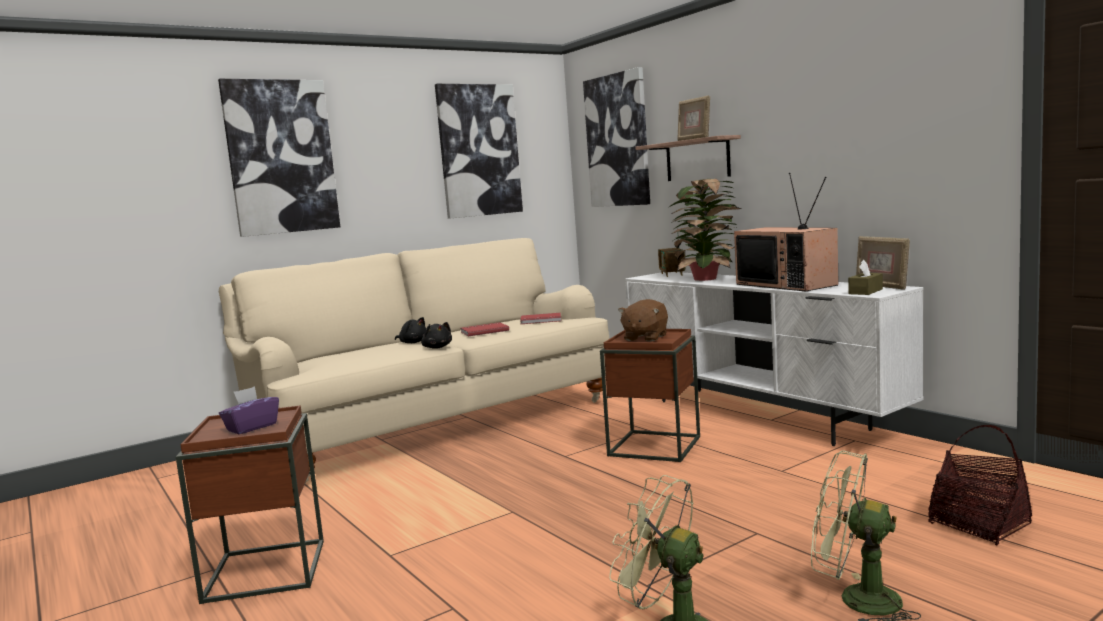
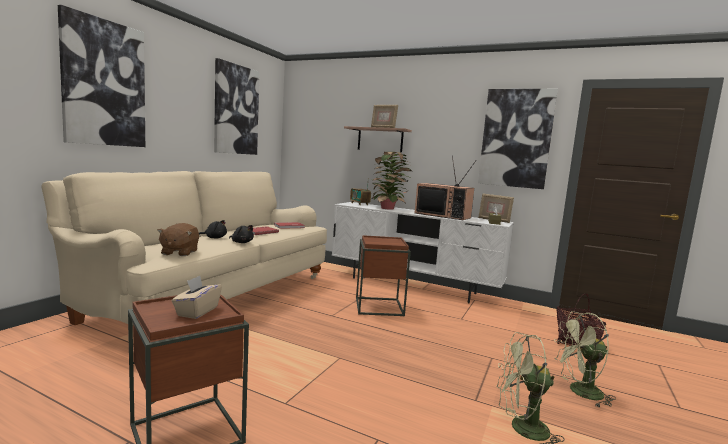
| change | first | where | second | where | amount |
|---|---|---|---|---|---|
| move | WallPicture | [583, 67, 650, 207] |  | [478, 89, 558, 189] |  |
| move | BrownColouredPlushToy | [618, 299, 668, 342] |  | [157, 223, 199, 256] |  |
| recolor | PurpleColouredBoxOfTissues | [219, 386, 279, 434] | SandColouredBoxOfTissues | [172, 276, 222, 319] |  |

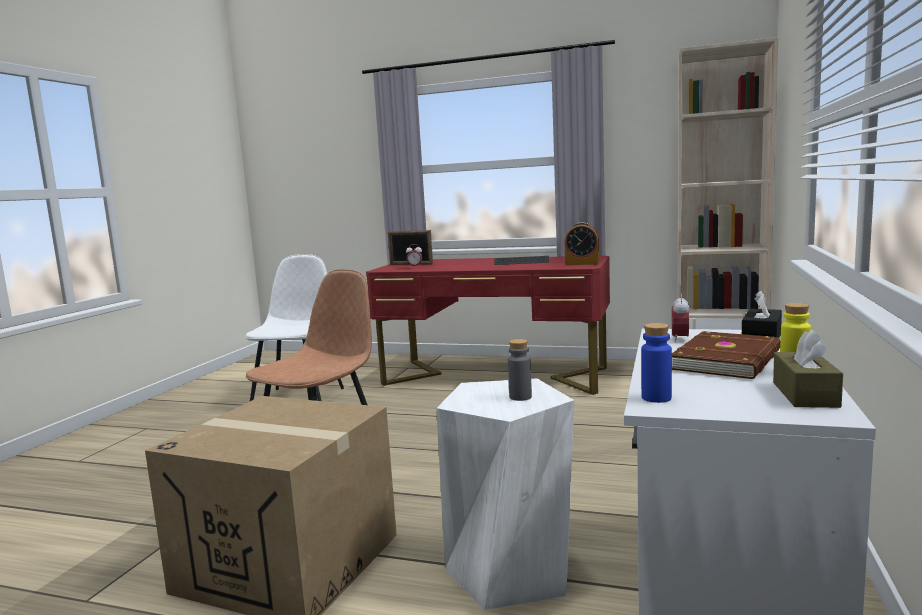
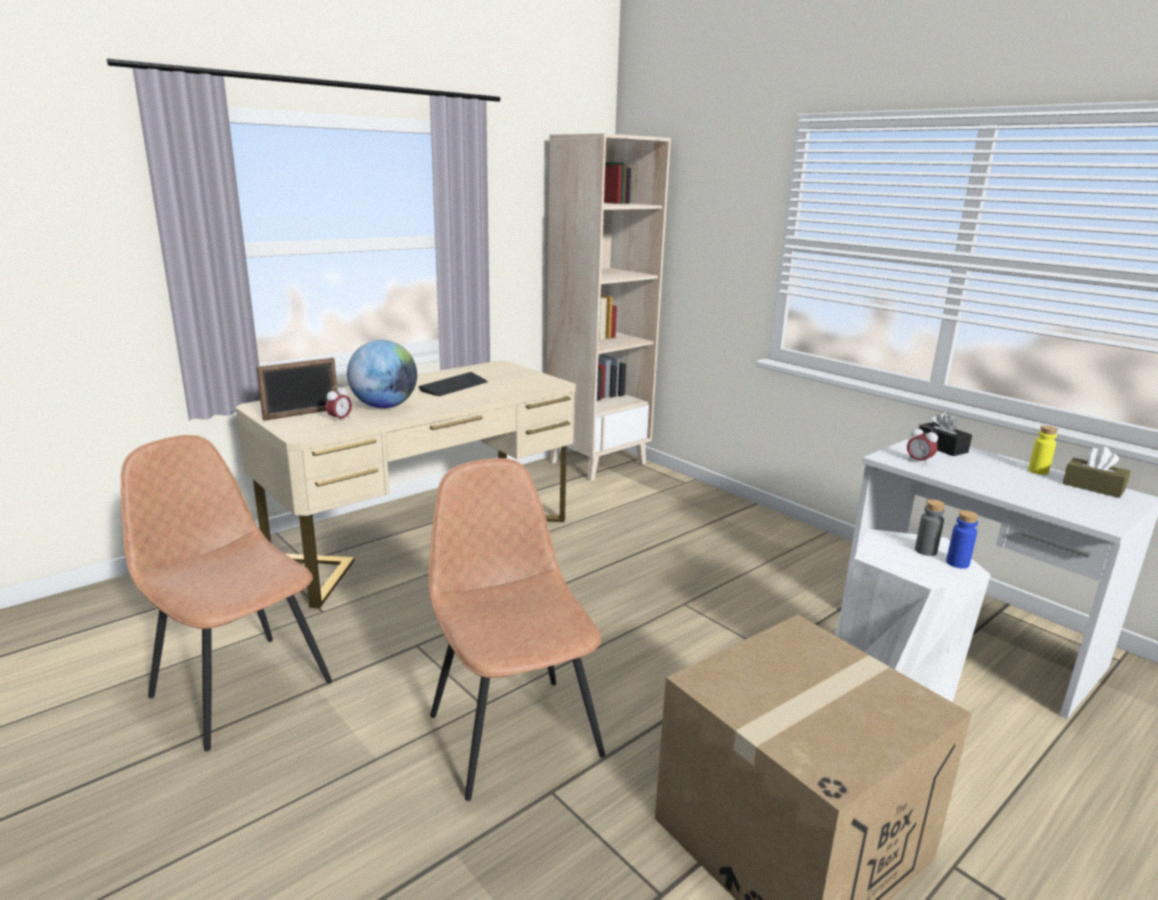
| change | first | where | second | where | amount |
|---|---|---|---|---|---|
| delete | TableClock | [565, 222, 599, 265] |  |  |  |
| delete | BrownColouredBook | [672, 331, 780, 379] |  |  |  |
| insert |  |  | DeskGlobe | [347, 340, 417, 408] |  |
| move | BlueColouredBottle | [641, 323, 672, 403] |  | [946, 510, 979, 569] |  |
| recolor | WhitishChair | [245, 254, 344, 401] | BrownColouredChair | [121, 435, 332, 751] |  |
| recolor | ReddishDeskUnit | [366, 256, 610, 395] | SandColouredDeskUnit | [235, 361, 576, 608] |  |

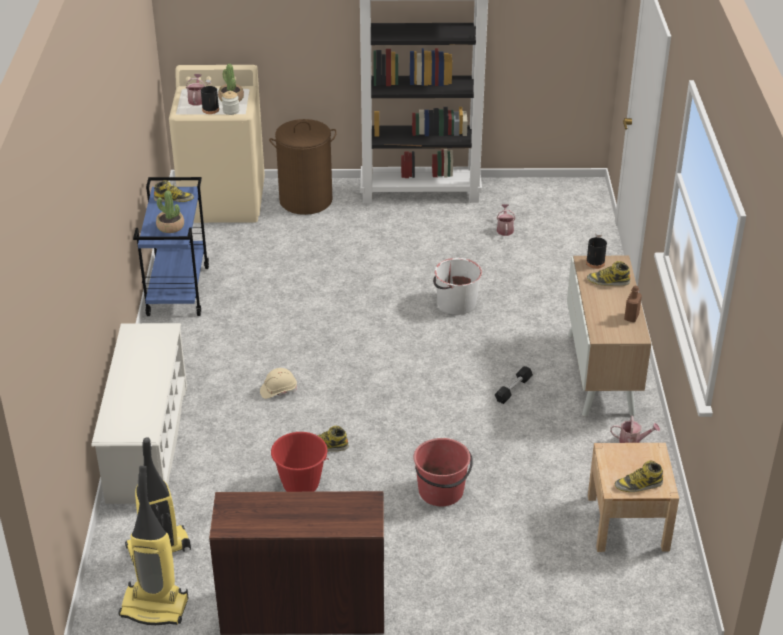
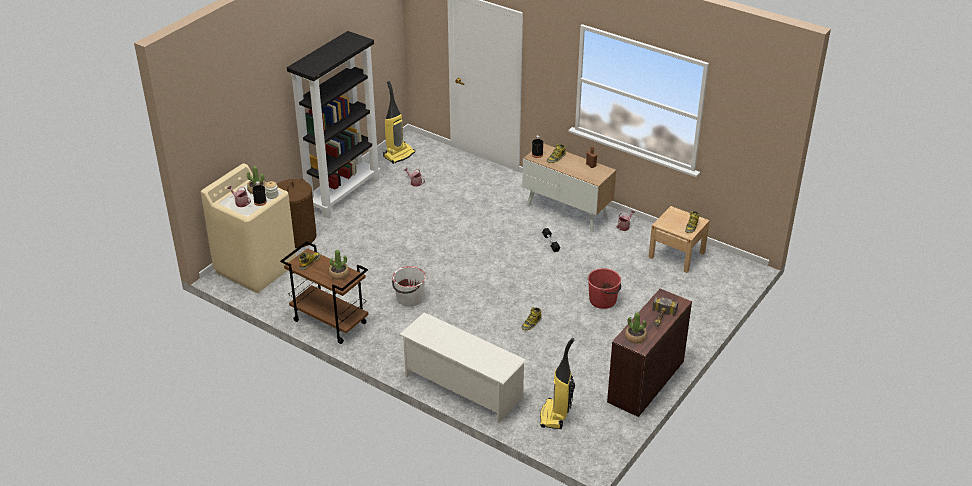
| change | first | where | second | where | amount |
|---|---|---|---|---|---|
| delete | SandColouredSafetyHelmet | [260, 368, 297, 399] |  |  |  |
| delete | ReddishWaterBucket | [271, 432, 329, 492] |  |  |  |
| insert |  |  | Houseplant | [625, 312, 647, 344] |  |
| insert |  |  | ToolHammer | [652, 296, 679, 327] |  |
| move | Hoover | [119, 466, 188, 625] |  | [383, 81, 415, 164] |  |
| move | WhitishWaterBucket | [433, 258, 482, 315] |  | [392, 266, 426, 307] |  |
| recolor | BlueColouredTrolley | [133, 177, 209, 316] | BrownColouredTrolley | [280, 241, 368, 344] |  |

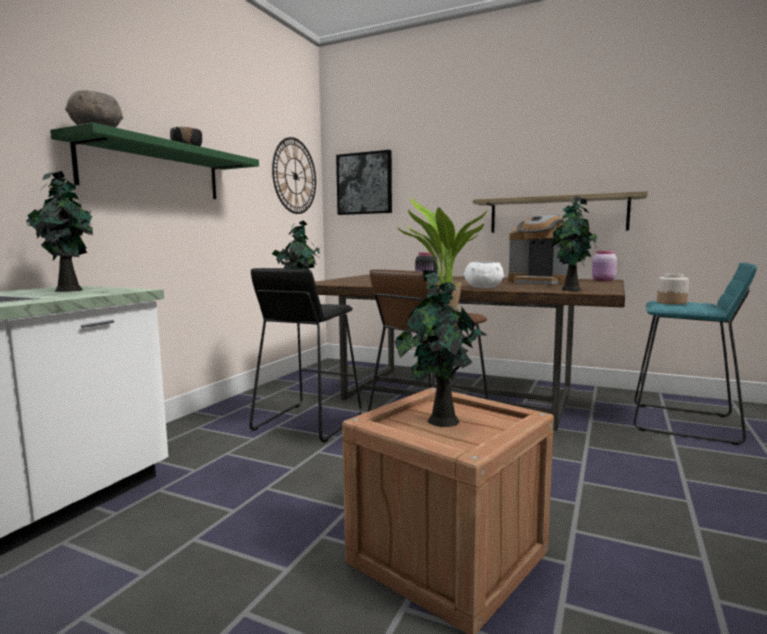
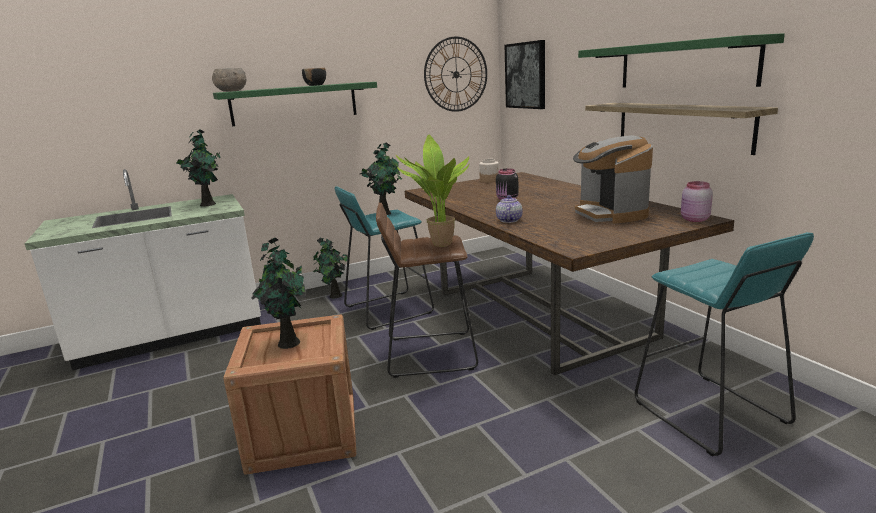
| change | first | where | second | where | amount |
|---|---|---|---|---|---|
| insert |  |  | GreenishBracketShelf | [578, 33, 785, 87] |  |
| move | Houseplant | [551, 196, 597, 291] |  | [313, 237, 348, 298] |  |
| move | StorageJar | [657, 274, 689, 304] |  | [479, 159, 499, 183] |  |
| replace | WhitishServingBowl | [464, 262, 504, 288] | Teapot | [496, 195, 523, 223] |  |
| recolor | BlackColouredStoolSeat | [249, 268, 362, 443] | TurquoiseColouredStoolSeat | [335, 186, 434, 330] |  |

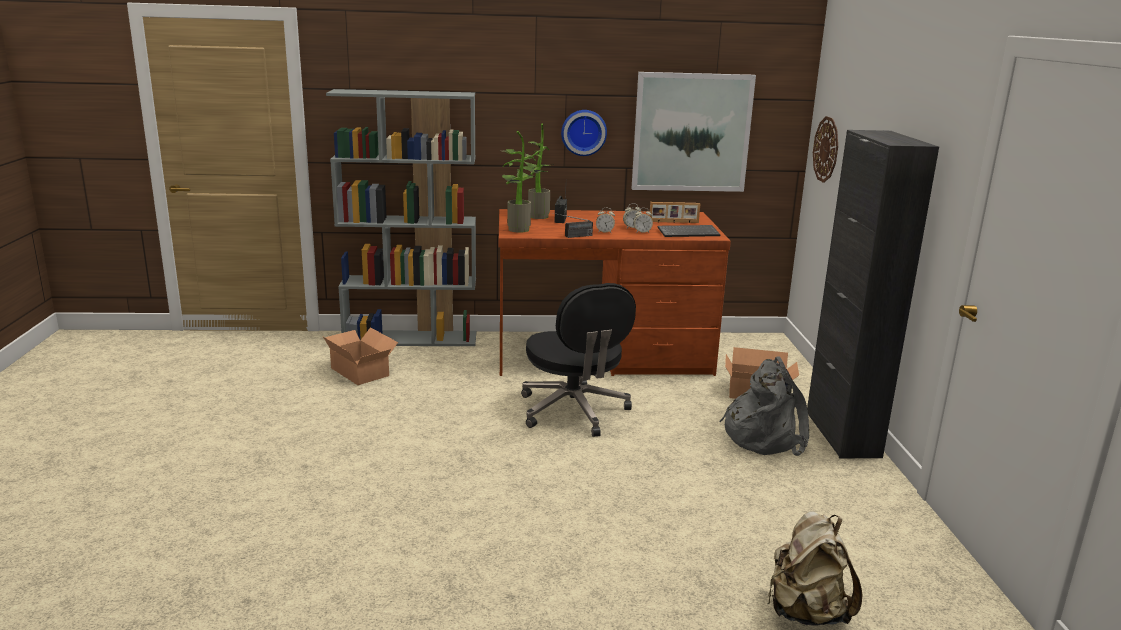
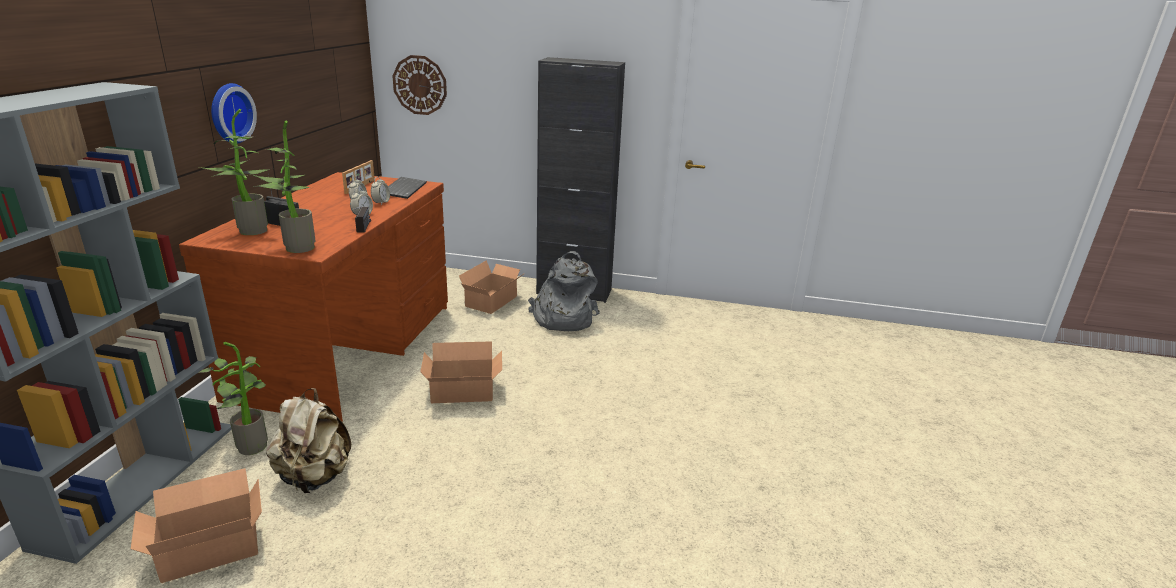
| change | first | where | second | where | amount |
|---|---|---|---|---|---|
| delete | WallPicture | [632, 72, 756, 192] |  |  |  |
| insert |  |  | Houseplant | [198, 342, 268, 455] |  |
| move | SandColouredRucksack | [768, 511, 863, 626] |  | [266, 388, 351, 493] |  |
| replace | BlackColouredDeskChair | [521, 283, 636, 437] | PackingBox | [420, 341, 502, 403] |  |

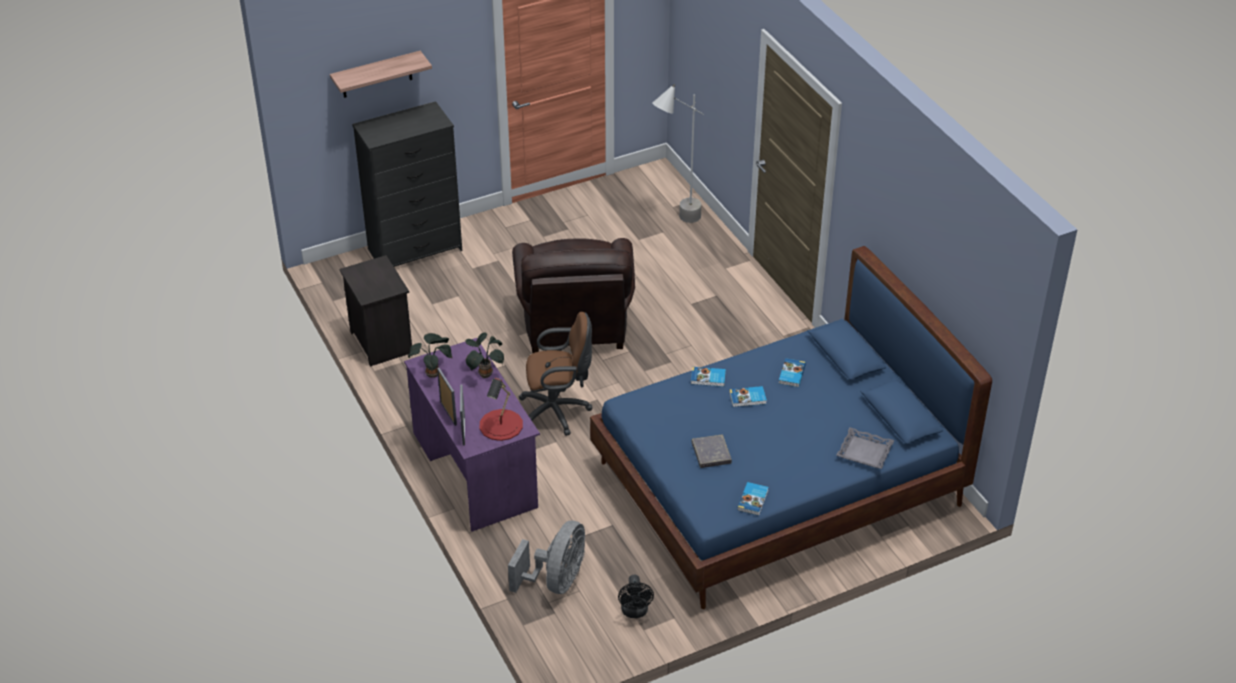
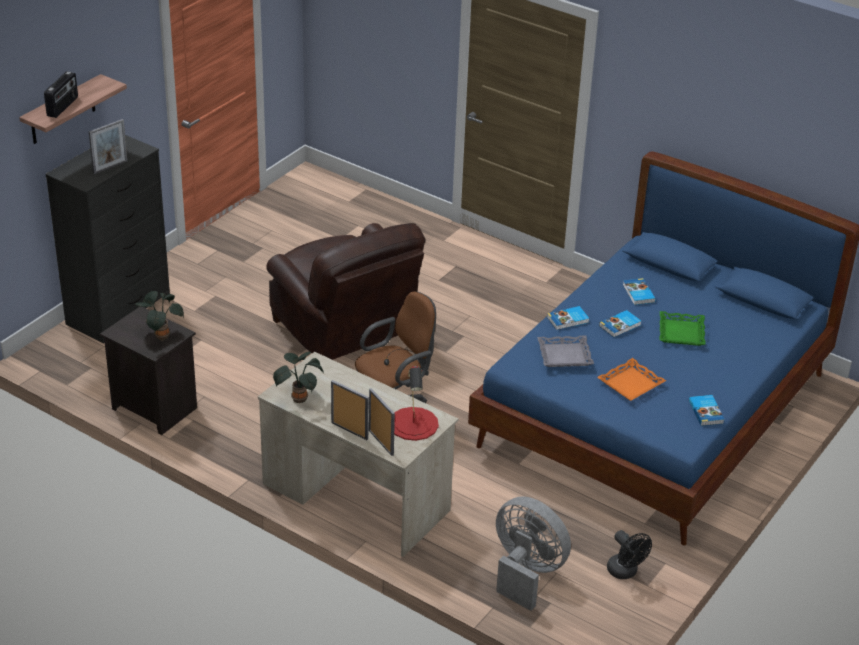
| change | first | where | second | where | amount |
|---|---|---|---|---|---|
| delete | GrayFloorLamp | [652, 84, 704, 223] |  |  |  |
| insert |  |  | RadioSet | [44, 71, 78, 118] |  |
| insert |  |  | PhotoFrame | [89, 119, 127, 174] |  |
| insert |  |  | GreenishServingTray | [660, 311, 706, 346] |  |
| move | Houseplant | [465, 333, 504, 378] |  | [135, 291, 184, 341] |  |
| move | GrayServingTray | [837, 427, 895, 469] |  | [537, 336, 594, 367] |  |
| replace | GrayBook | [692, 434, 732, 468] | OrangeServingTray | [597, 358, 666, 401] |  |
| recolor | PurpleColouredDeskUnit | [404, 338, 540, 532] | SandColouredDeskUnit | [258, 352, 458, 557] |  |
| rotate | GrayElectricFan | [508, 520, 585, 594] |  | [496, 496, 571, 611] | 45 degrees counterclockwise |

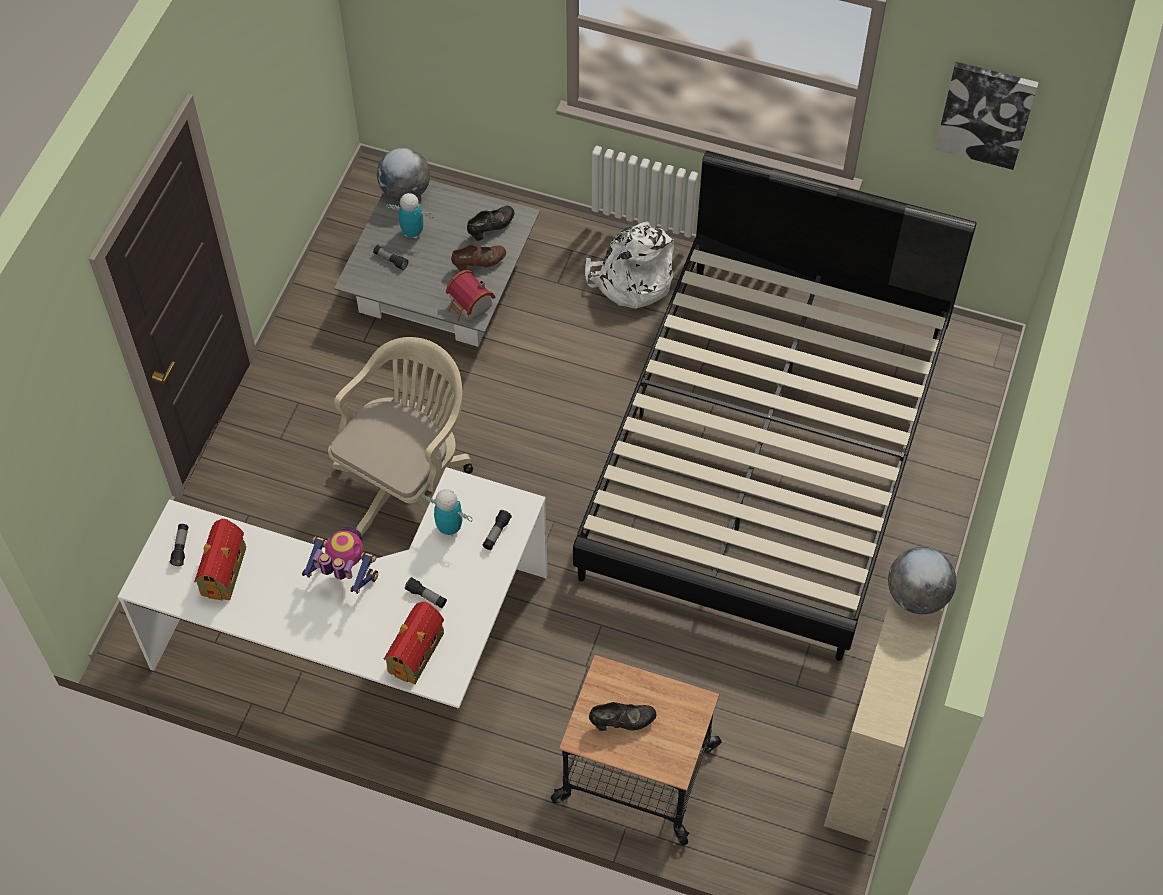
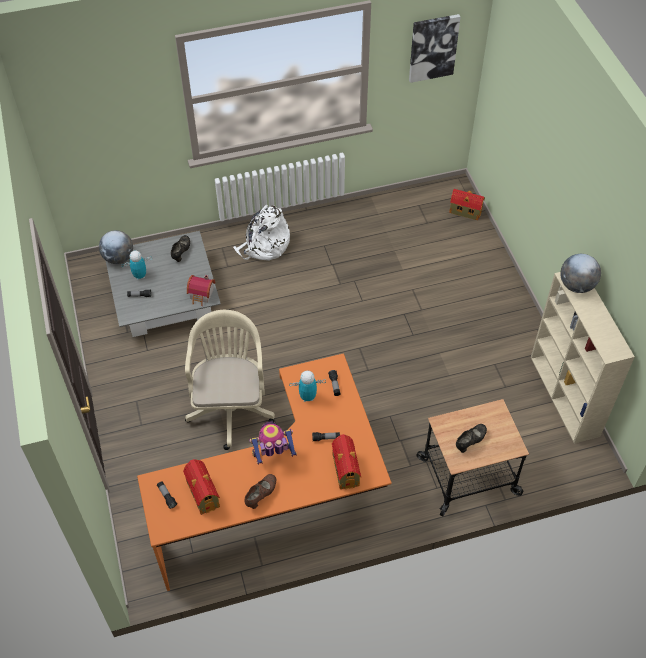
| change | first | where | second | where | amount |
|---|---|---|---|---|---|
| delete | BlackColouredBed | [573, 151, 977, 661] |  |  |  |
| insert |  |  | ModelHouse | [449, 189, 485, 220] |  |
| move | BrownColouredShoe | [451, 245, 506, 272] |  | [244, 474, 276, 509] |  |
| recolor | WhitishDeskUnit | [117, 467, 548, 709] | OrangeDeskUnit | [137, 353, 392, 591] |  |

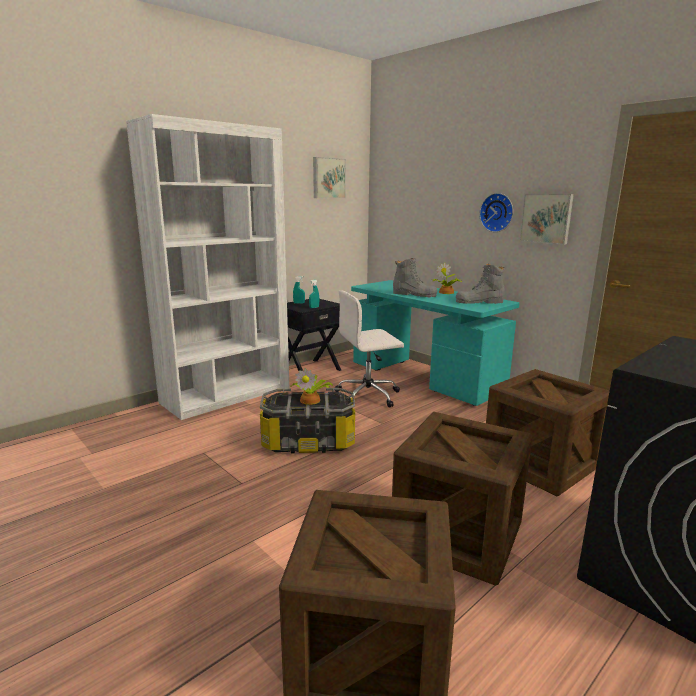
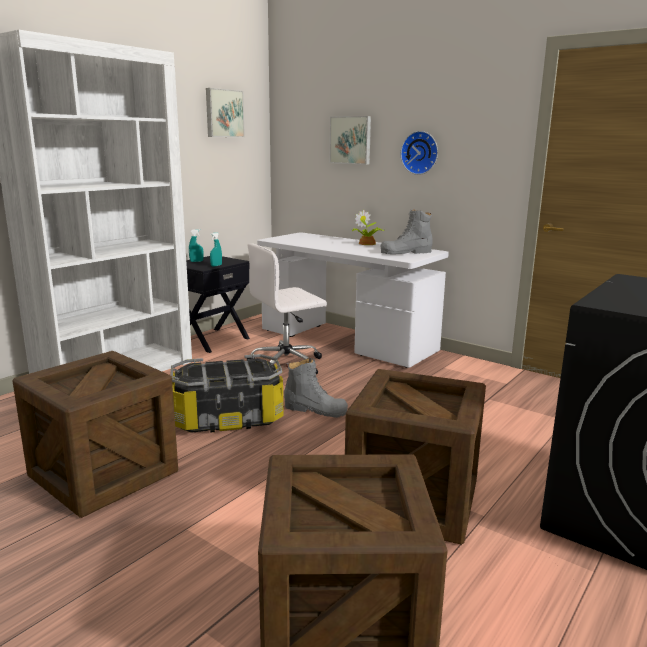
| change | first | where | second | where | amount |
|---|---|---|---|---|---|
| delete | Houseplant | [291, 368, 333, 405] |  |  |  |
| move | GrayTallBoot | [393, 258, 437, 297] |  | [284, 358, 348, 418] |  |
| move | PackingCrate | [486, 369, 610, 496] |  | [12, 351, 178, 518] |  |
| move | WallPicture | [519, 194, 574, 245] |  | [329, 116, 371, 165] |  |
| recolor | TurquoiseColouredDeskUnit | [351, 280, 520, 406] | WhitishDeskUnit | [257, 232, 449, 368] |  |

